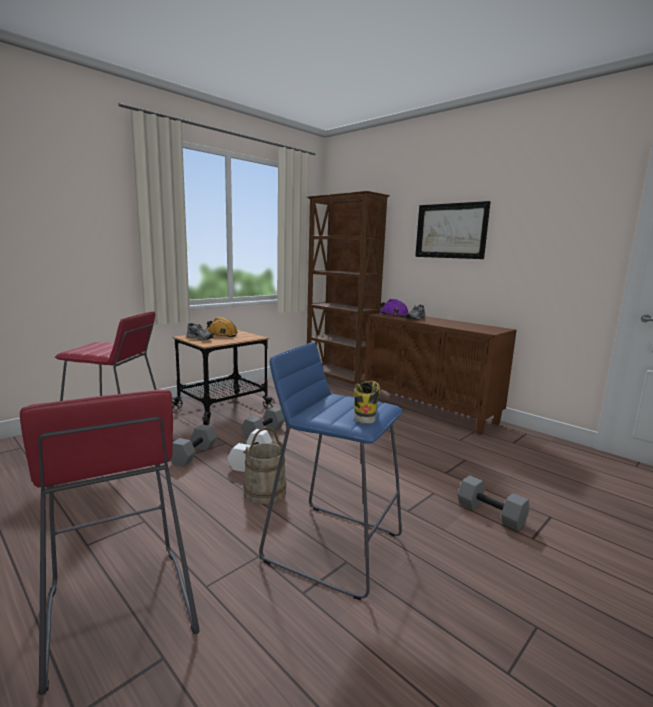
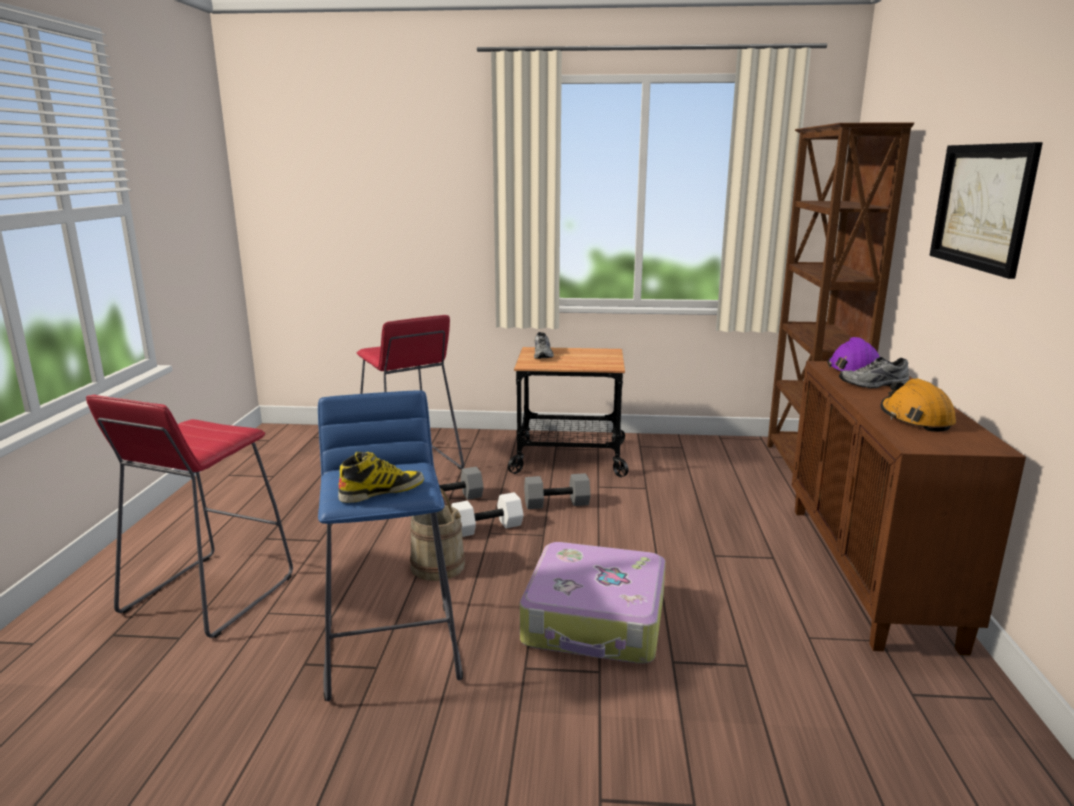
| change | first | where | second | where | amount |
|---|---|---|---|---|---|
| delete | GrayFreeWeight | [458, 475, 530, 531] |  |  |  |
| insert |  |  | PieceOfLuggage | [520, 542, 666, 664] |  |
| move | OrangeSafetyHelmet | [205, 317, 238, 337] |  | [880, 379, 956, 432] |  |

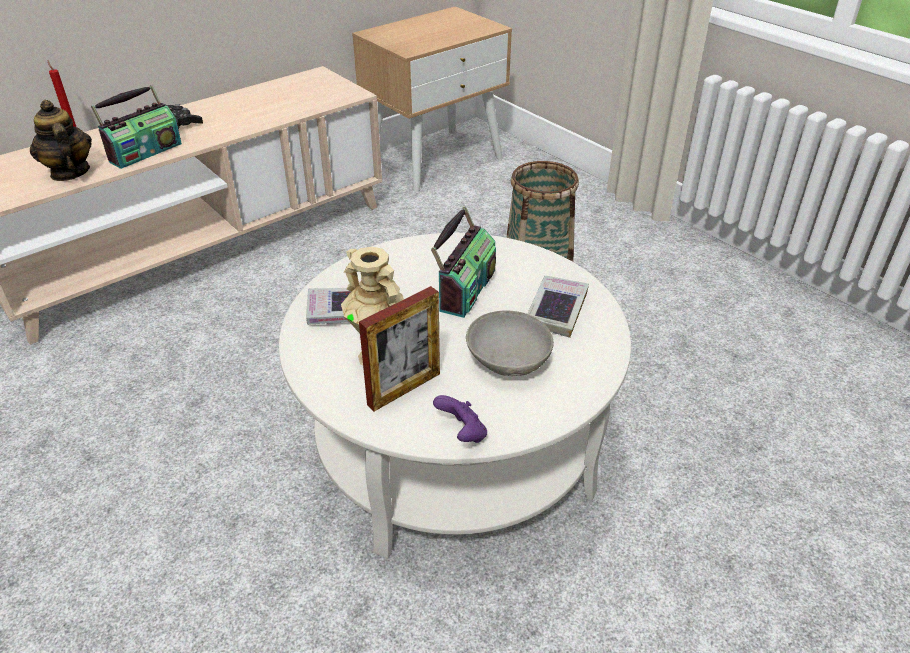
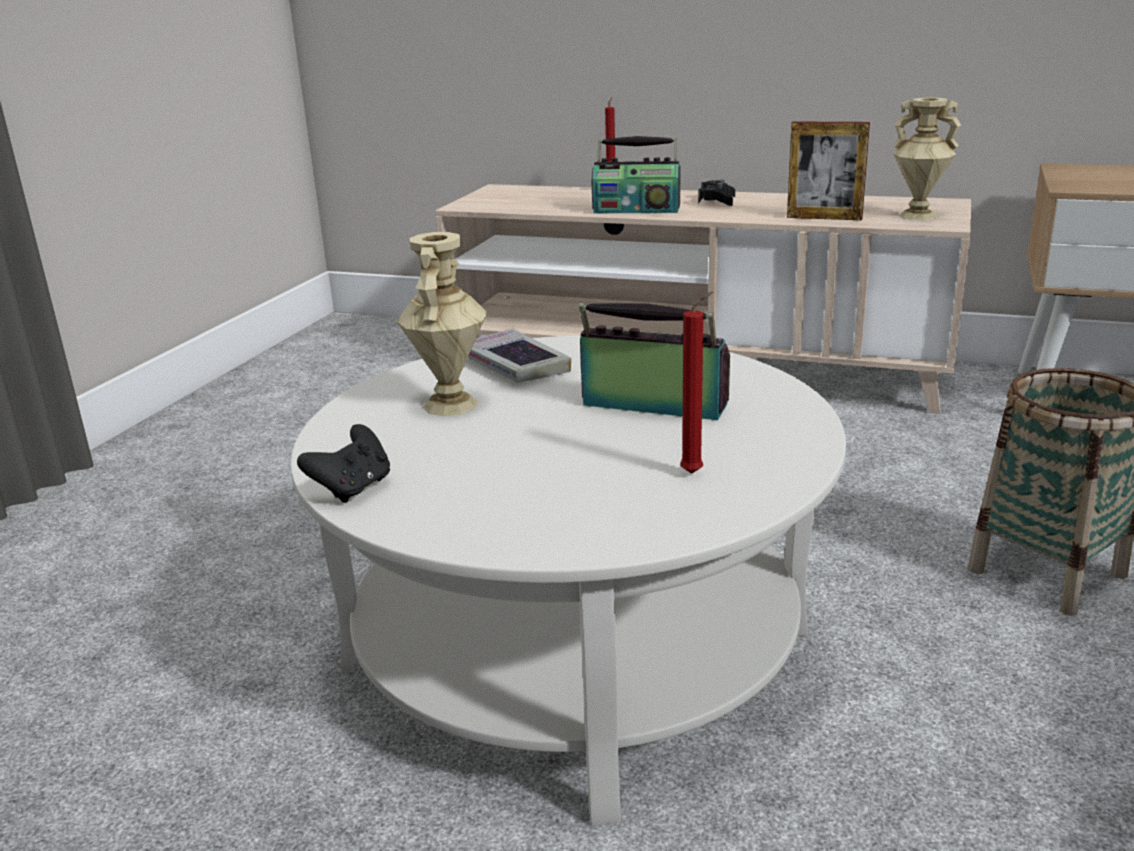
| change | first | where | second | where | amount |
|---|---|---|---|---|---|
| delete | Teapot | [30, 100, 92, 181] |  |  |  |
| delete | GrayServingBowl | [466, 311, 554, 376] |  |  |  |
| insert |  |  | SandColouredFlowerVase | [893, 97, 962, 220] |  |
| move | PhotoFrame | [359, 286, 440, 411] |  | [787, 121, 870, 220] |  |
| replace | Book | [527, 276, 589, 338] | ReddishWaxLight | [680, 291, 713, 474] |  |
| recolor | PurpleColouredGameController | [433, 395, 487, 443] | BlackColouredGameController | [297, 424, 390, 503] |  |
| rotate | RadioSet | [431, 206, 496, 318] |  | [579, 303, 730, 420] | 150 degrees counterclockwise |

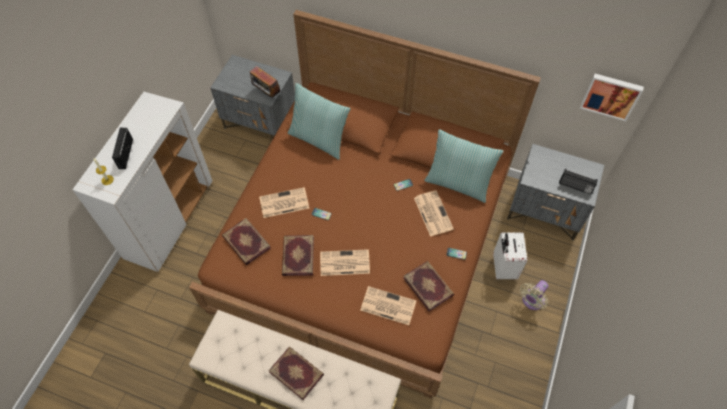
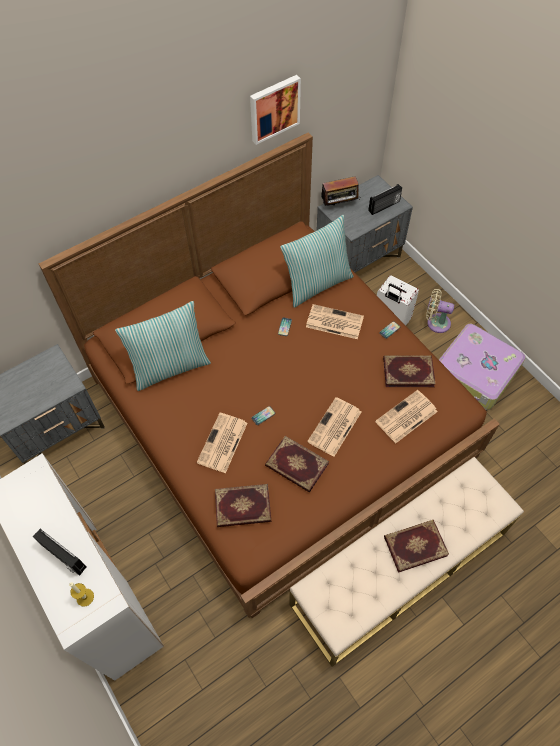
| change | first | where | second | where | amount |
|---|---|---|---|---|---|
| insert |  |  | PieceOfLuggage | [439, 324, 526, 410] |  |
| move | RadioSet | [250, 66, 281, 98] |  | [321, 176, 360, 207] |  |
| move | WallPicture | [580, 74, 644, 121] |  | [250, 75, 301, 145] |  |
| rotate | SandColouredElectricFan | [520, 280, 548, 310] |  | [426, 289, 454, 333] | 120 degrees clockwise |

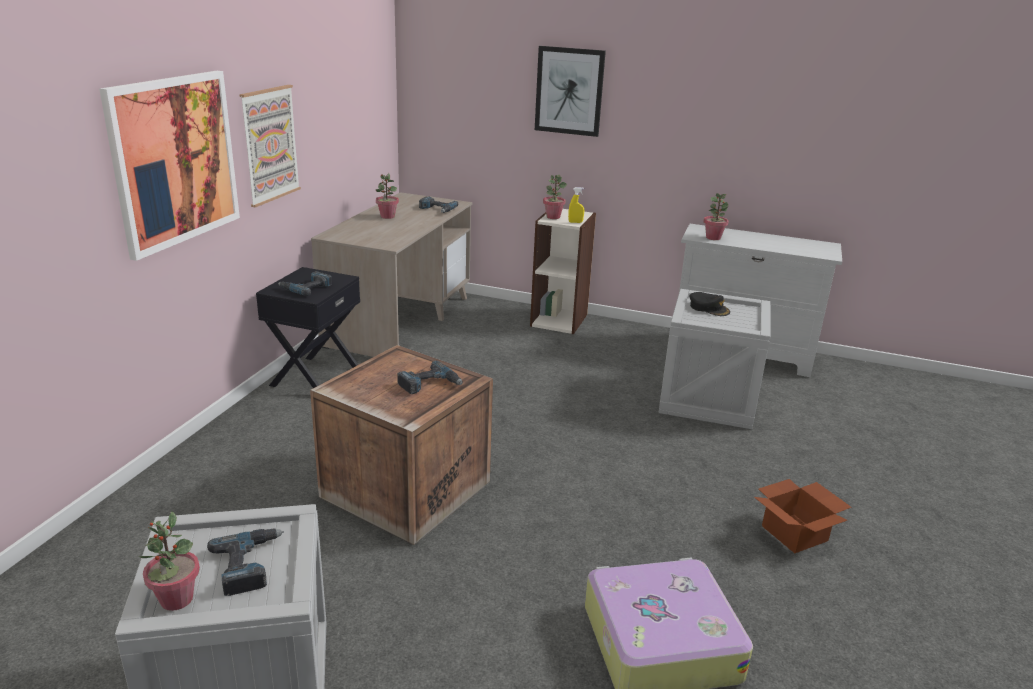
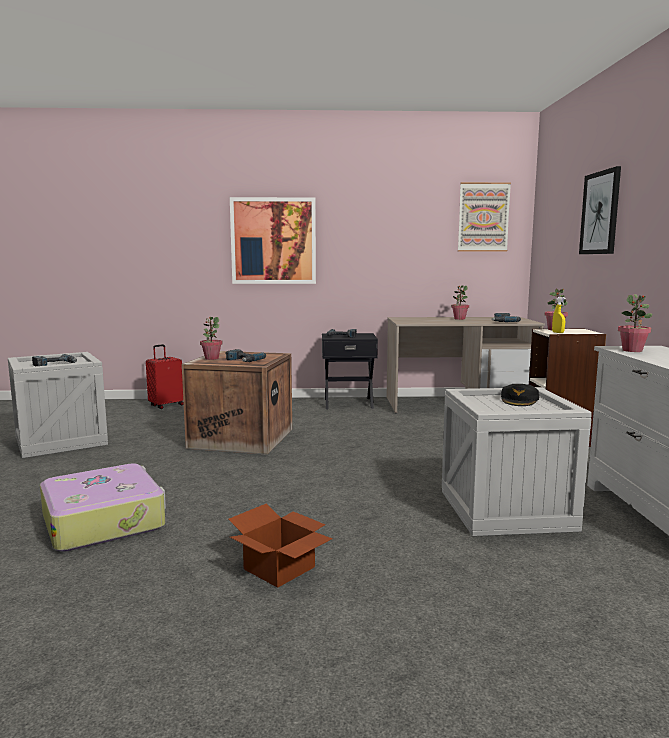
| change | first | where | second | where | amount |
|---|---|---|---|---|---|
| insert |  |  | ReddishPieceOfLuggage | [146, 344, 184, 409] |  |
| move | Houseplant | [139, 511, 200, 611] |  | [200, 317, 223, 360] |  |
| move | WallPicture | [239, 85, 301, 207] |  | [458, 182, 511, 252] |  |

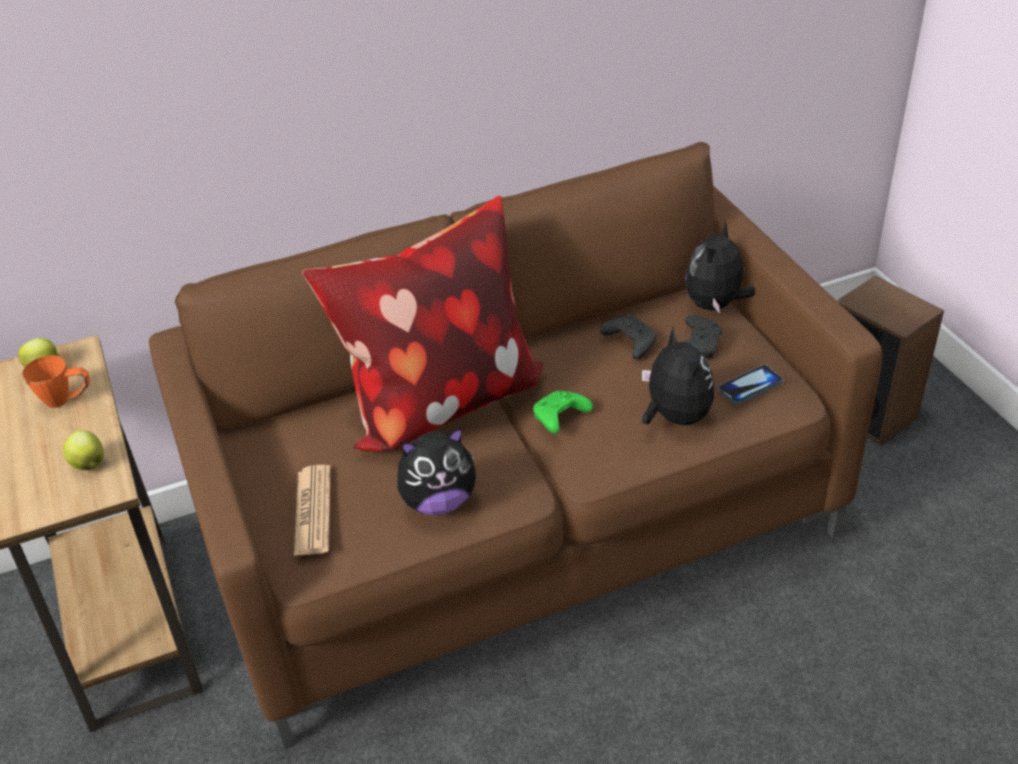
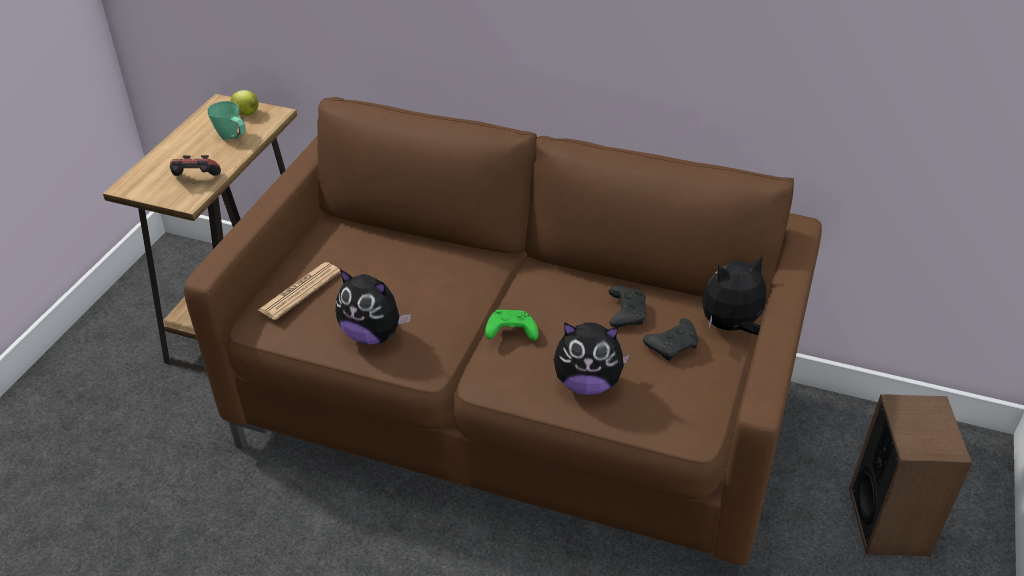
| change | first | where | second | where | amount |
|---|---|---|---|---|---|
| delete | Cushion | [302, 196, 543, 451] |  |  |  |
| delete | Telephone | [718, 365, 783, 404] |  |  |  |
| replace | Apple | [63, 430, 104, 470] | GameController | [170, 155, 221, 176] |  |
| recolor | OrangeMug | [22, 355, 90, 408] | GreenishMug | [208, 101, 246, 140] |  |
| rotate | PlushToy | [642, 326, 714, 425] |  | [554, 322, 630, 395] | 75 degrees clockwise |

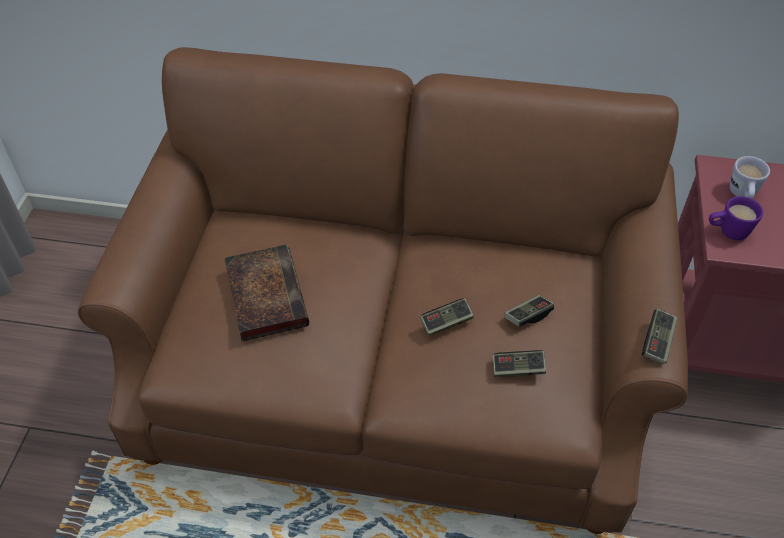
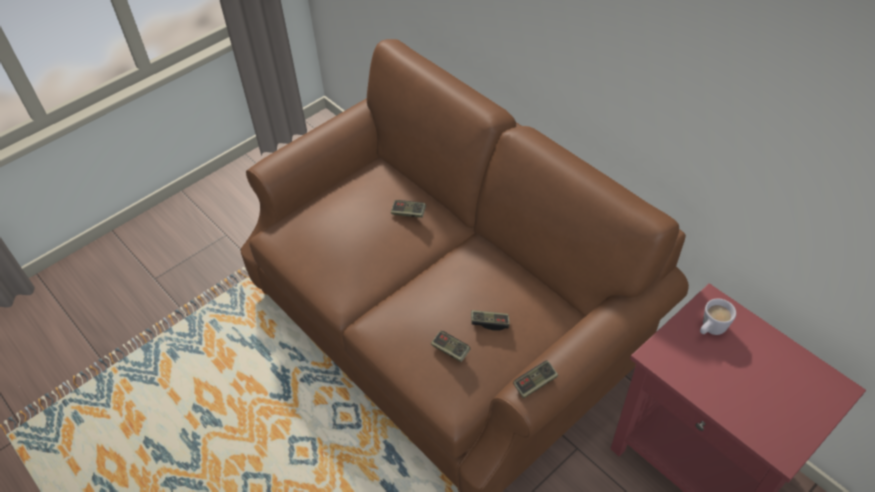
| change | first | where | second | where | amount |
|---|---|---|---|---|---|
| delete | Book | [225, 245, 309, 341] |  |  |  |
| delete | PurpleColouredMug | [709, 196, 763, 240] |  |  |  |
| move | GameController | [421, 298, 474, 336] |  | [391, 200, 426, 218] |  |

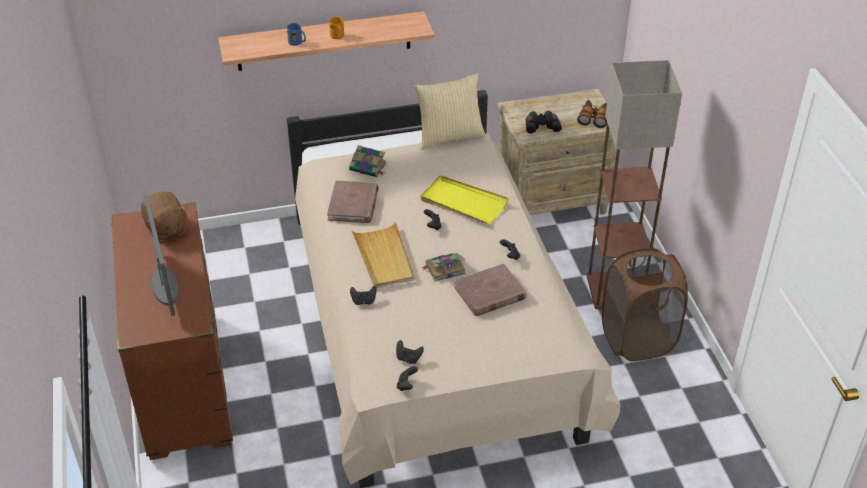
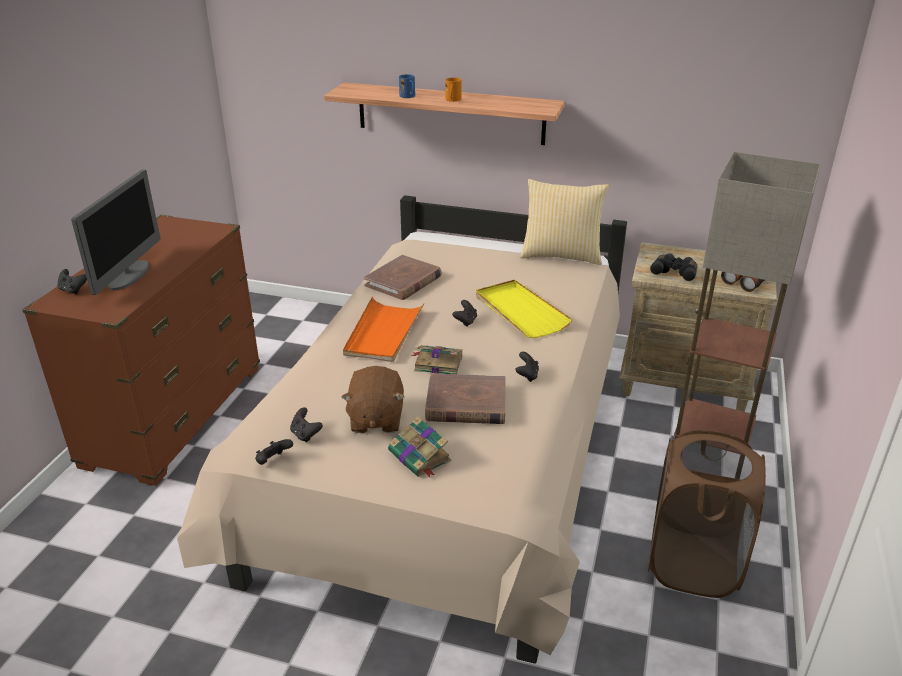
| change | first | where | second | where | amount |
|---|---|---|---|---|---|
| move | BrownColouredPlushToy | [141, 192, 188, 242] |  | [341, 366, 404, 433] |  |
| move | Book | [349, 145, 387, 177] |  | [388, 416, 451, 478] |  |
| move | BlackColouredGameController | [350, 286, 377, 305] |  | [57, 269, 87, 294] |  |
| recolor | SandColouredServingTray | [351, 222, 414, 288] | OrangeServingTray | [343, 297, 424, 362] |  |

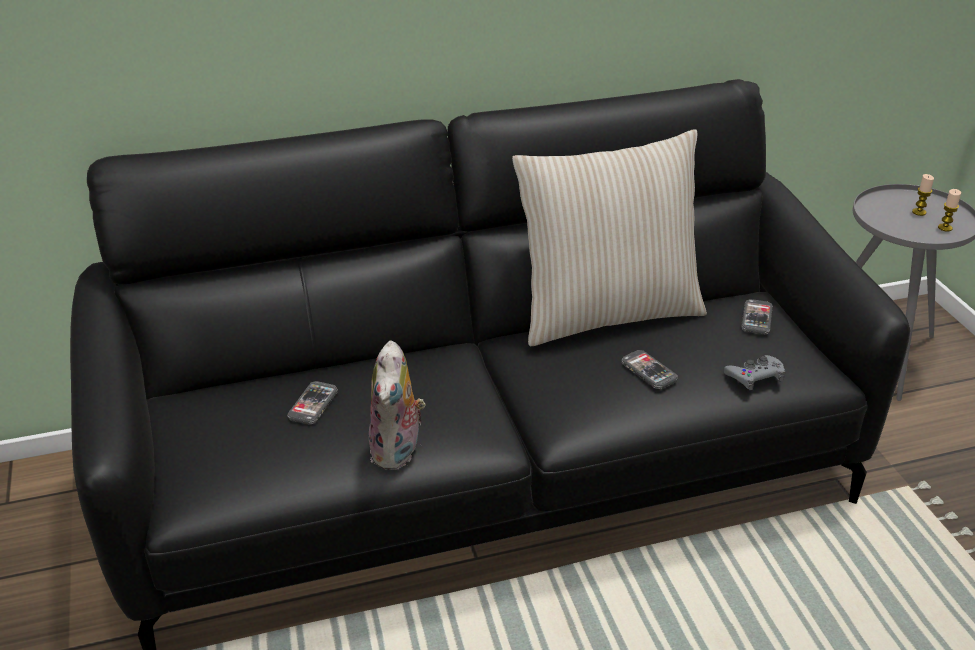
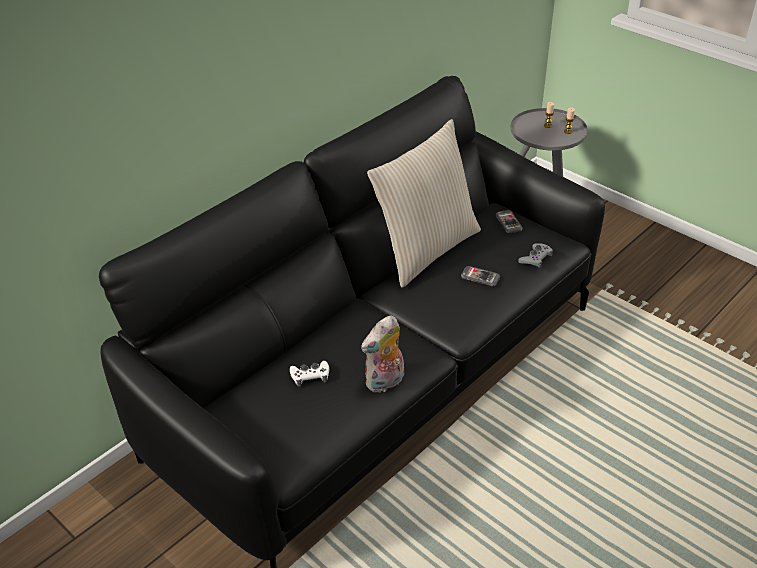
| change | first | where | second | where | amount |
|---|---|---|---|---|---|
| replace | Telephone | [287, 381, 338, 425] | WhitishGameController | [290, 361, 329, 387] |  |
| rotate | PlushToy | [369, 340, 426, 470] |  | [361, 315, 404, 392] | 75 degrees clockwise |

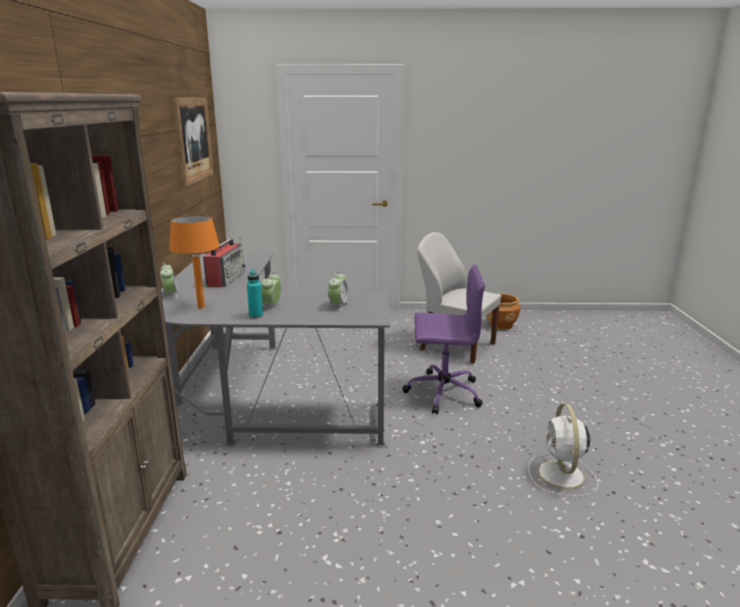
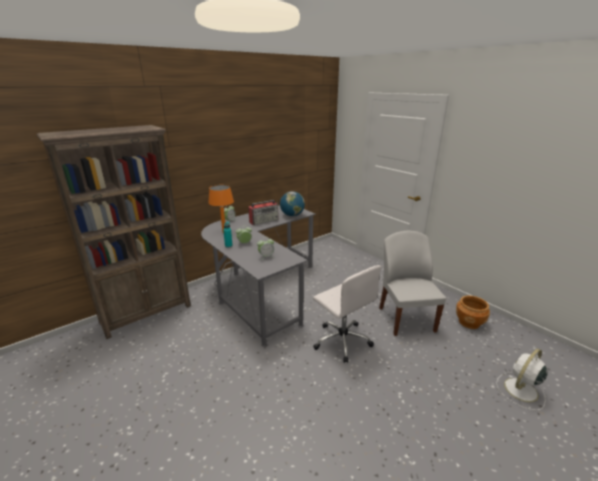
| change | first | where | second | where | amount |
|---|---|---|---|---|---|
| delete | WallPicture | [172, 97, 214, 187] |  |  |  |
| insert |  |  | DeskGlobe | [280, 191, 305, 216] |  |
| move | WhitishElectricFan | [528, 403, 598, 497] |  | [496, 348, 547, 410] |  |
| recolor | PurpleColouredDeskChair | [402, 265, 485, 414] | WhitishDeskChair | [313, 265, 382, 363] |  |

